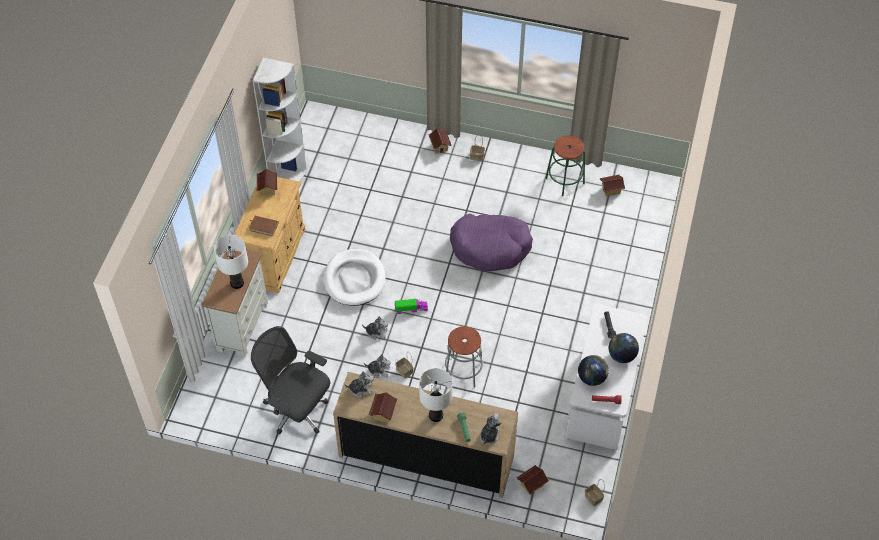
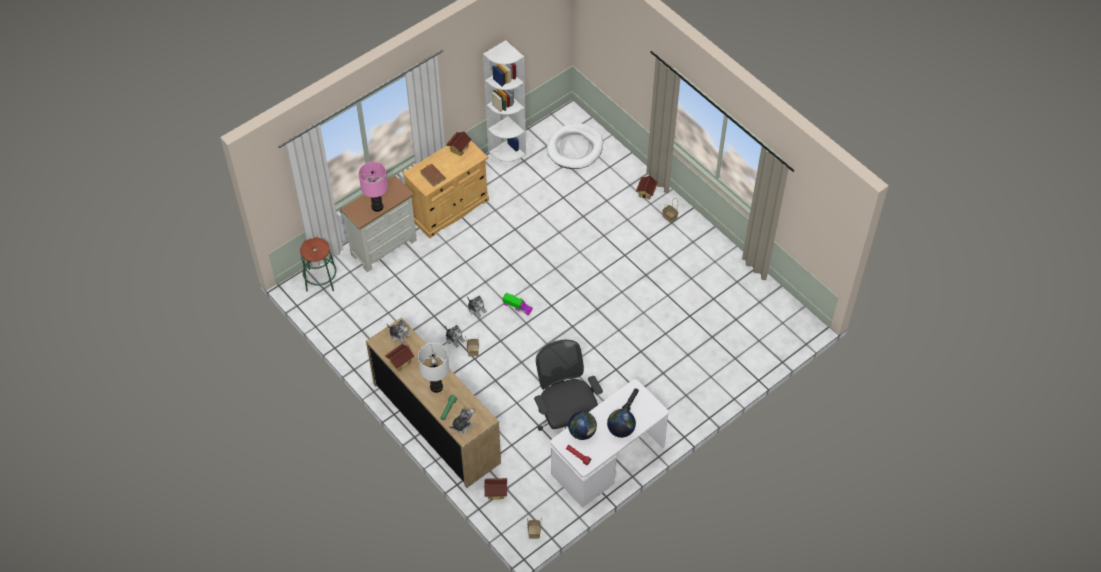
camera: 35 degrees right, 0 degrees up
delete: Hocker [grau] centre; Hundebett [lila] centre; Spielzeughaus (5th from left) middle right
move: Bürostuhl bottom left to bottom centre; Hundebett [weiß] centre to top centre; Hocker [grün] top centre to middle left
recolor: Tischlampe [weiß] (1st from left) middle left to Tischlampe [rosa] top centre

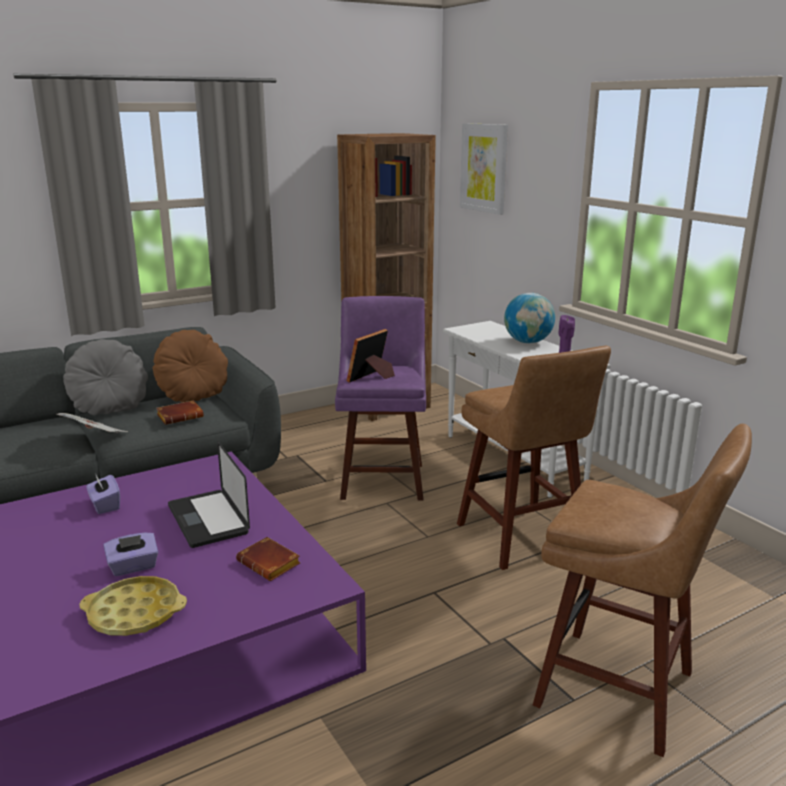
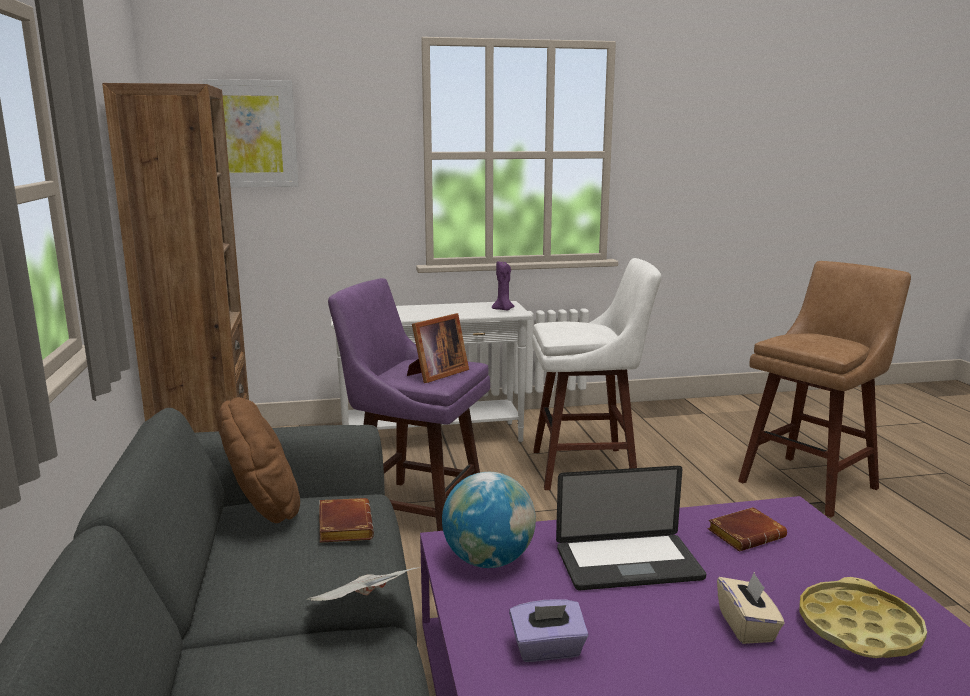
camera: 70 degrees left, 5 degrees down
delete: Kissen [grau] middle left
move: Globus middle right to bottom centre
recolor: Taschentuchbox [lila] (2nd from left) bottom left to Taschentuchbox [beige] bottom right; Hocker [braun] (1st from left) middle right to Hocker [weiß] centre
rotate: Bilderrahmen centre = centre 105 degrees counterclockwise

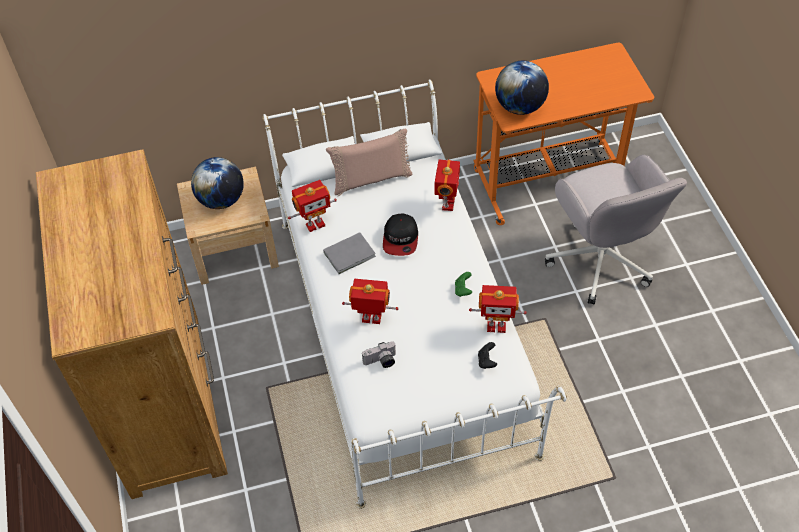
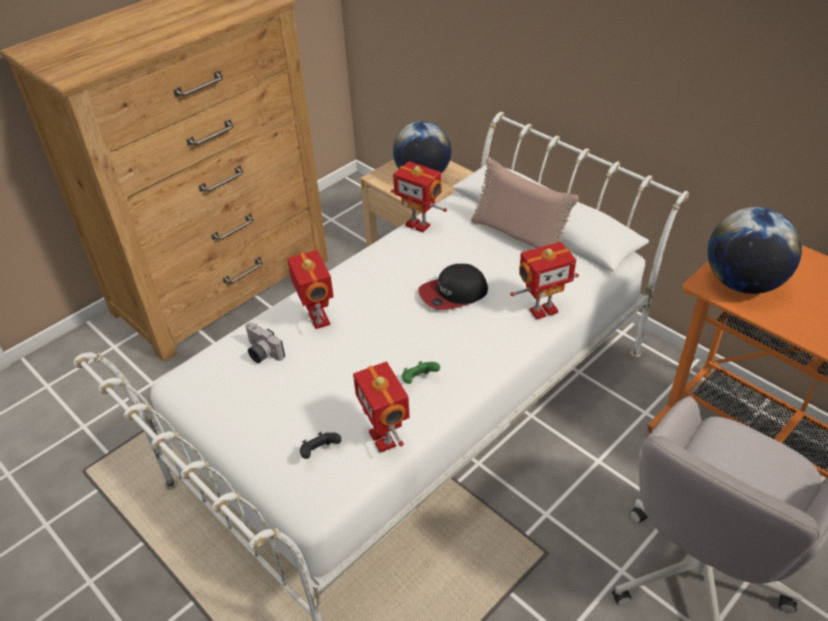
camera: 60 degrees right, 10 degrees down
delete: Buch [grau] centre

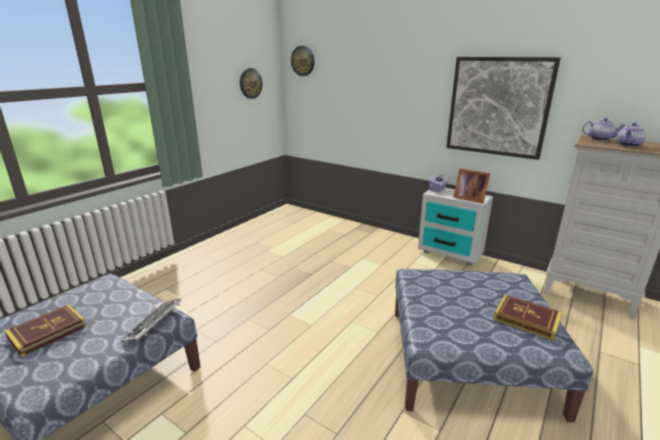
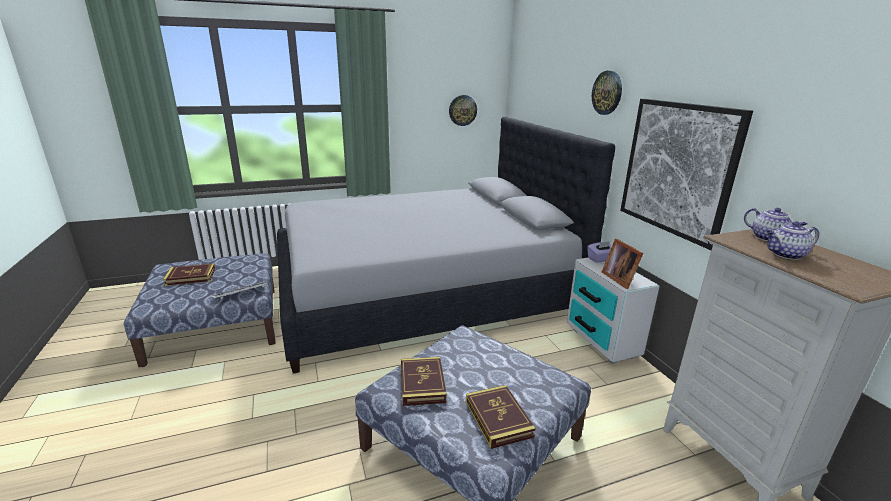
camera: 35 degrees right, 0 degrees up
insert: Bett [grau] centre; Buch (2nd from left) bottom centre
move: Wanduhr (2nd from left) top centre to top right

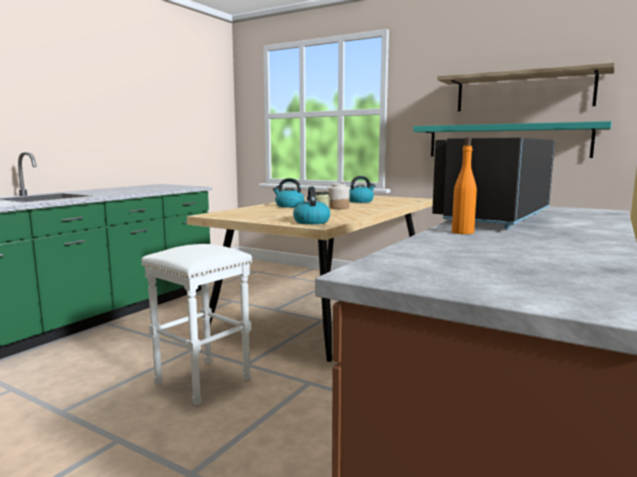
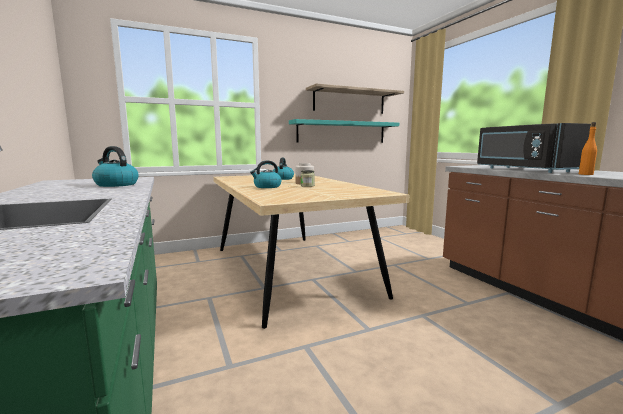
camera: 55 degrees left, 0 degrees up
delete: Hocker [weiß] bottom left
move: Wasserkessel (2nd from left in the first image) centre to Wasserkessel (1st from left) middle left

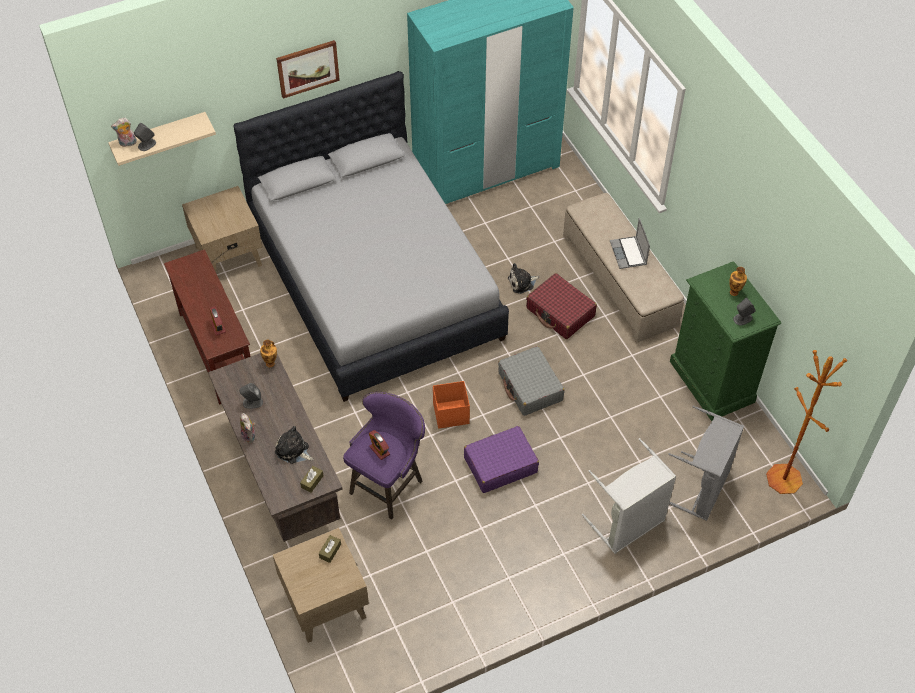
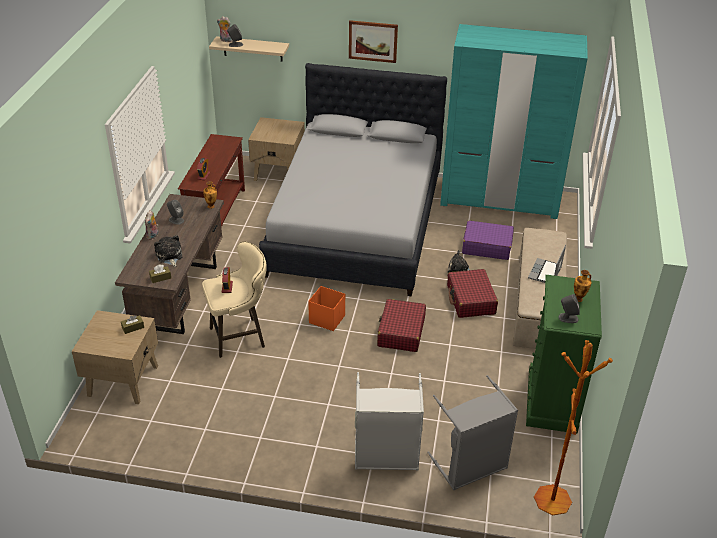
camera: 35 degrees right, 15 degrees down
move: Koffer [lila] centre to middle right
recolor: Hocker [lila] centre to Hocker [beige] middle left; Koffer [grau] centre to Koffer [rot] (1st from left) centre

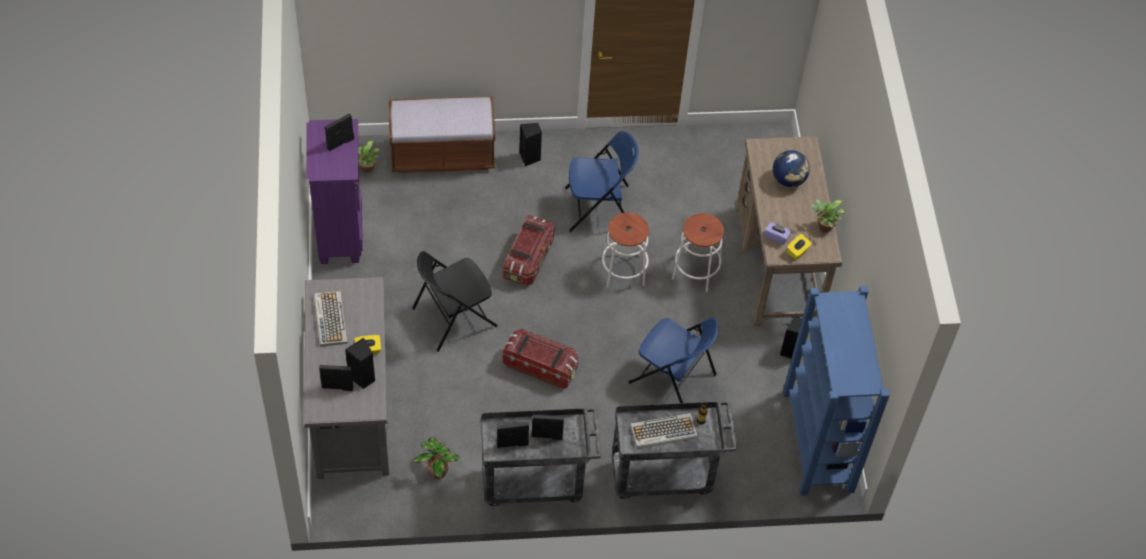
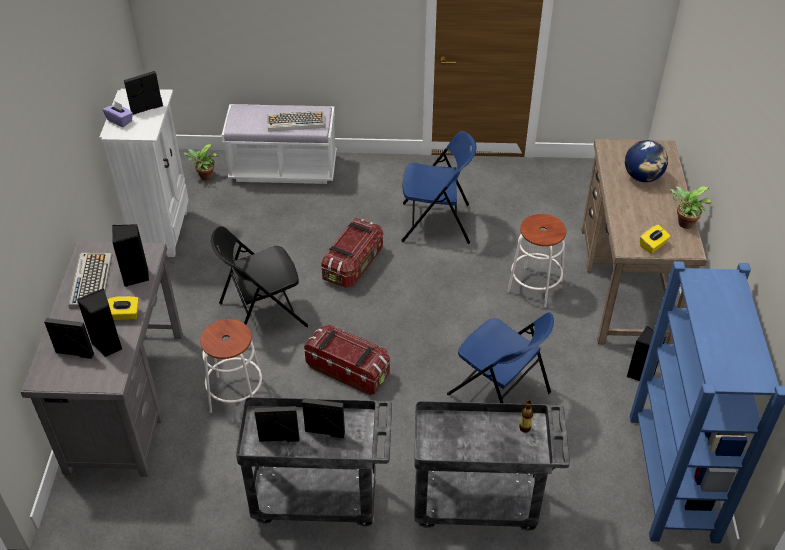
camera: 10 degrees right, 10 degrees down
delete: Topfpflanze (2nd from left) bottom centre
move: Lautsprecher [schwarz] (2nd from left) top centre to middle left; Hocker [weiß] (1st from left) centre to middle left; Tastatur (2nd from left) bottom centre to top centre; Taschentuchbox [lila] middle right to top left
recolor: Schrank [lila] middle left to Schrank [weiß] top left; Bank [braun] top centre to Bank [weiß] top centre

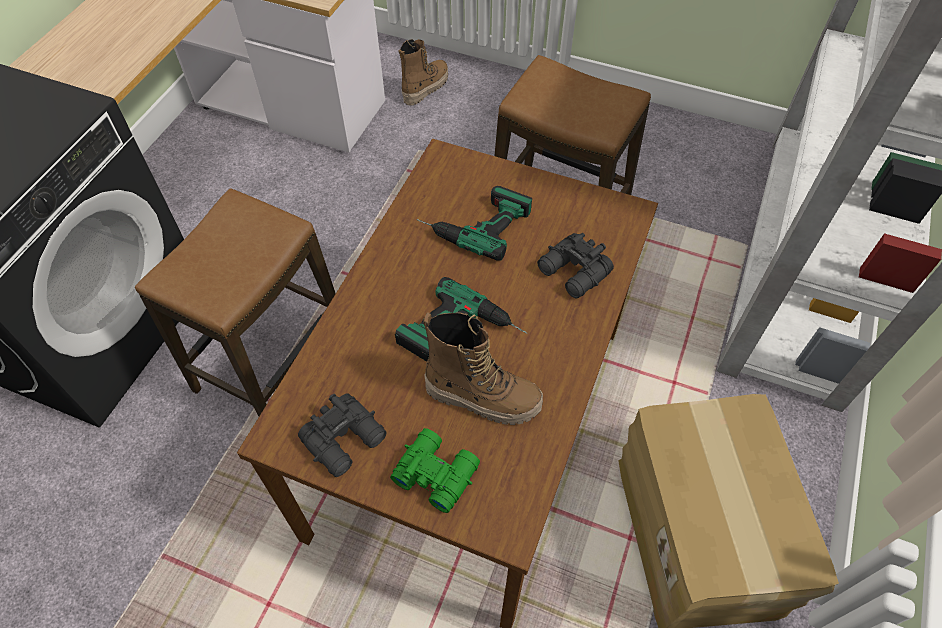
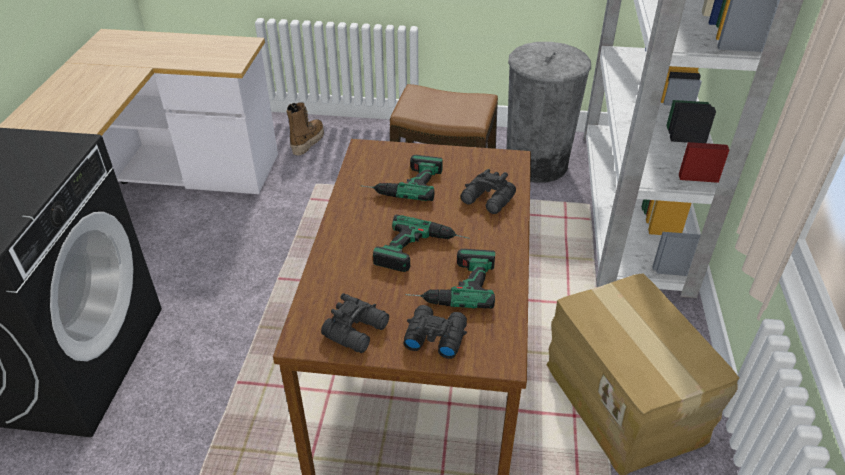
camera: 15 degrees left, 15 degrees down
delete: Hocker (1st from left) middle left
insert: Mülleimer [grau] top centre
replace: Stiefel (2nd from left) centre to Bohrmaschine (3rd from left) centre
recolor: Fernglas [grün] bottom centre to Fernglas [schwarz] (2nd from left) bottom centre

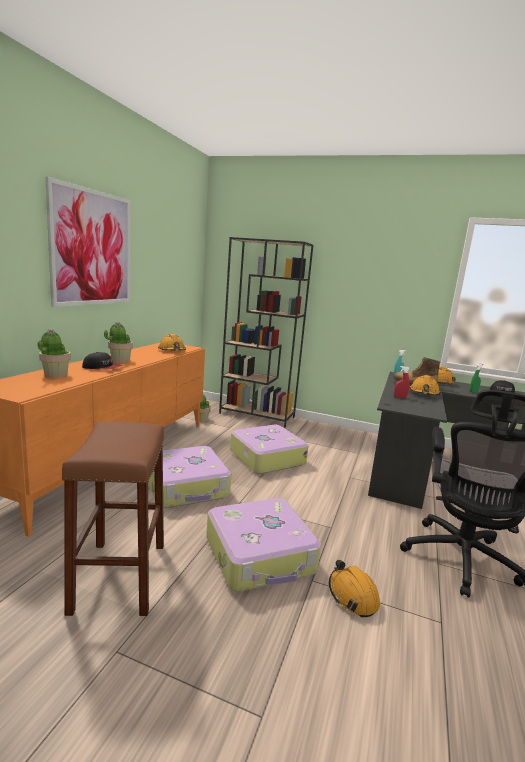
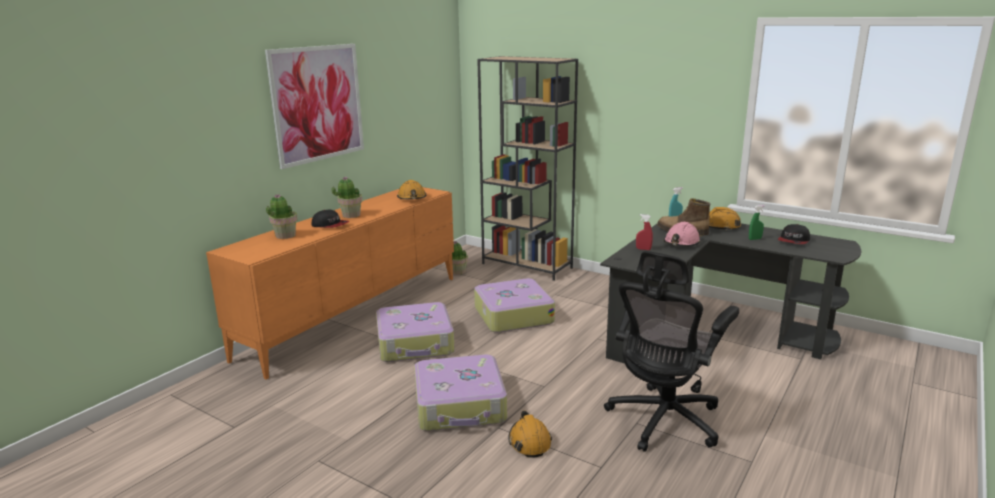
camera: 15 degrees right, 5 degrees up
delete: Hocker [braun] bottom left
recolor: Schutzhelm [orange] (3rd from left) middle right to Schutzhelm [rosa] middle right

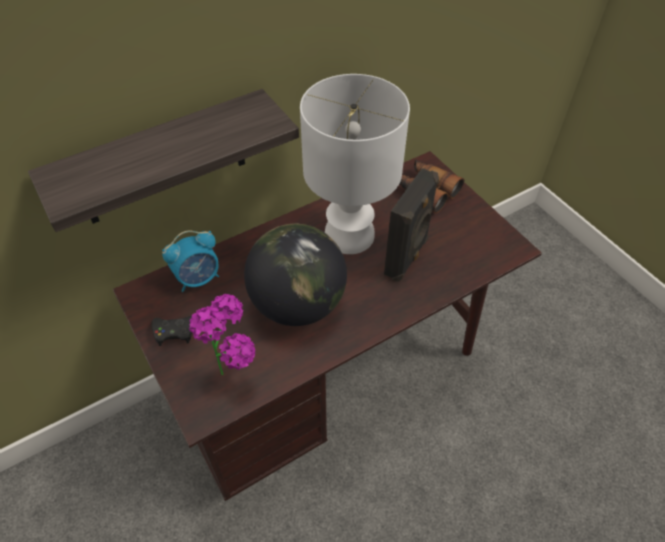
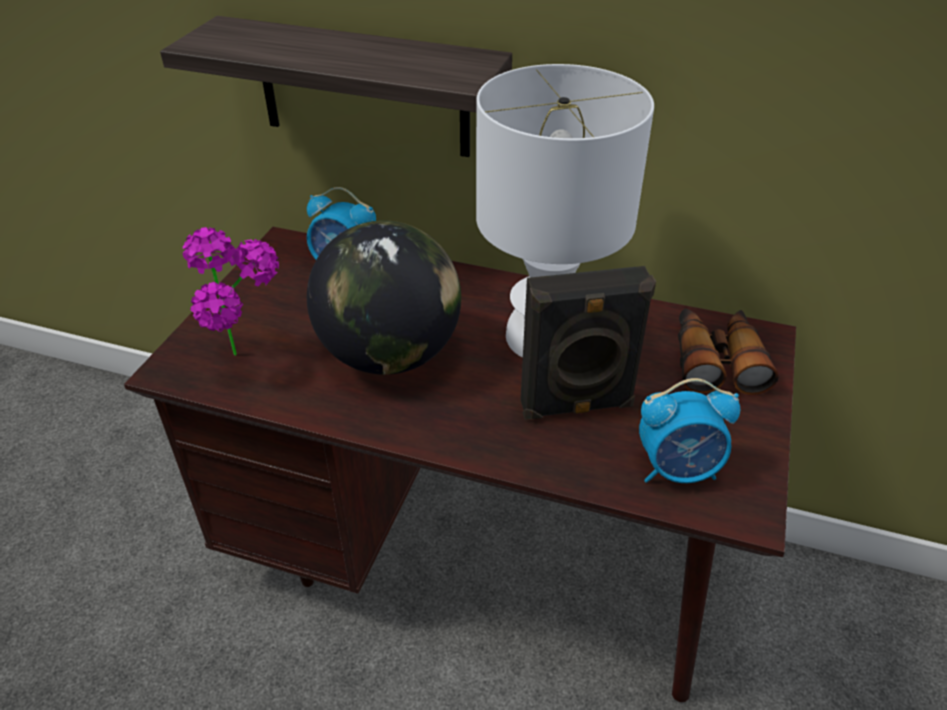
camera: 50 degrees right, 10 degrees down
delete: Gamepad [schwarz] middle left
insert: Wecker (2nd from left) middle right

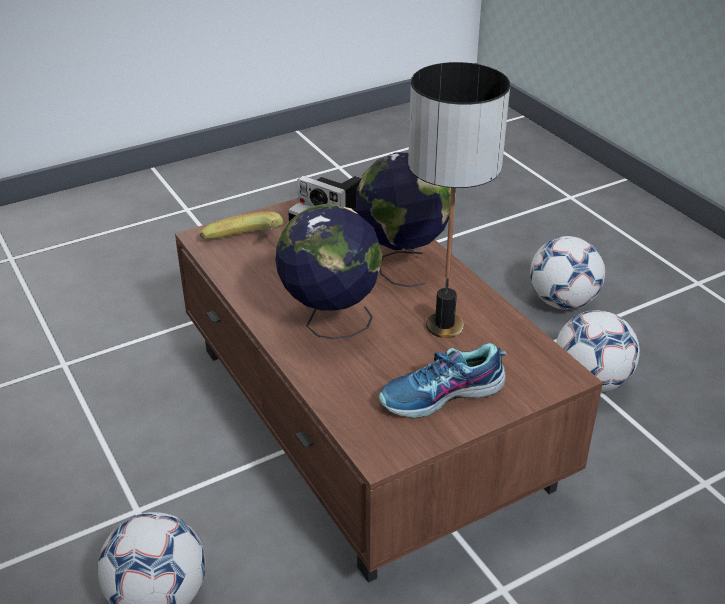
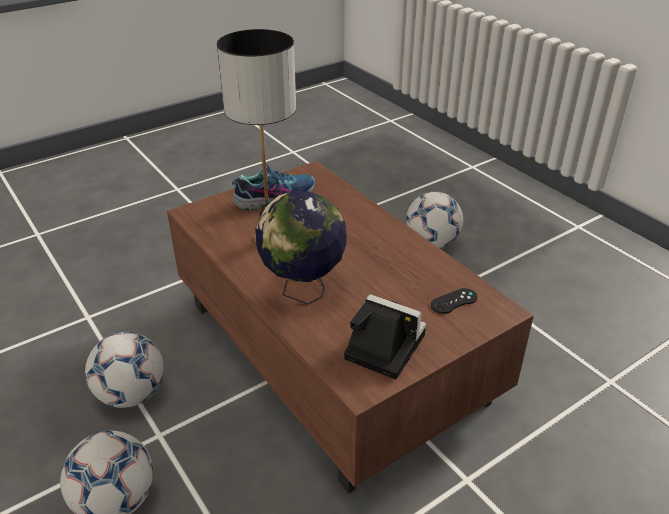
camera: 175 degrees right, 0 degrees up
delete: Globus (1st from left) centre
replace: Banane centre to Gamepad [schwarz] middle right

